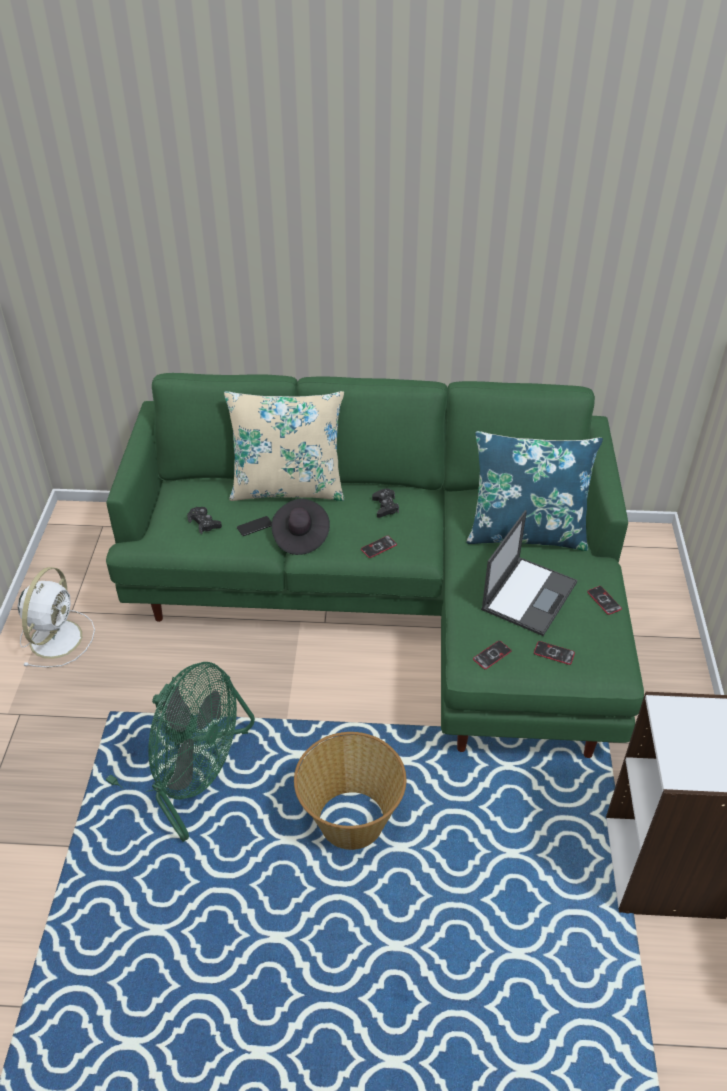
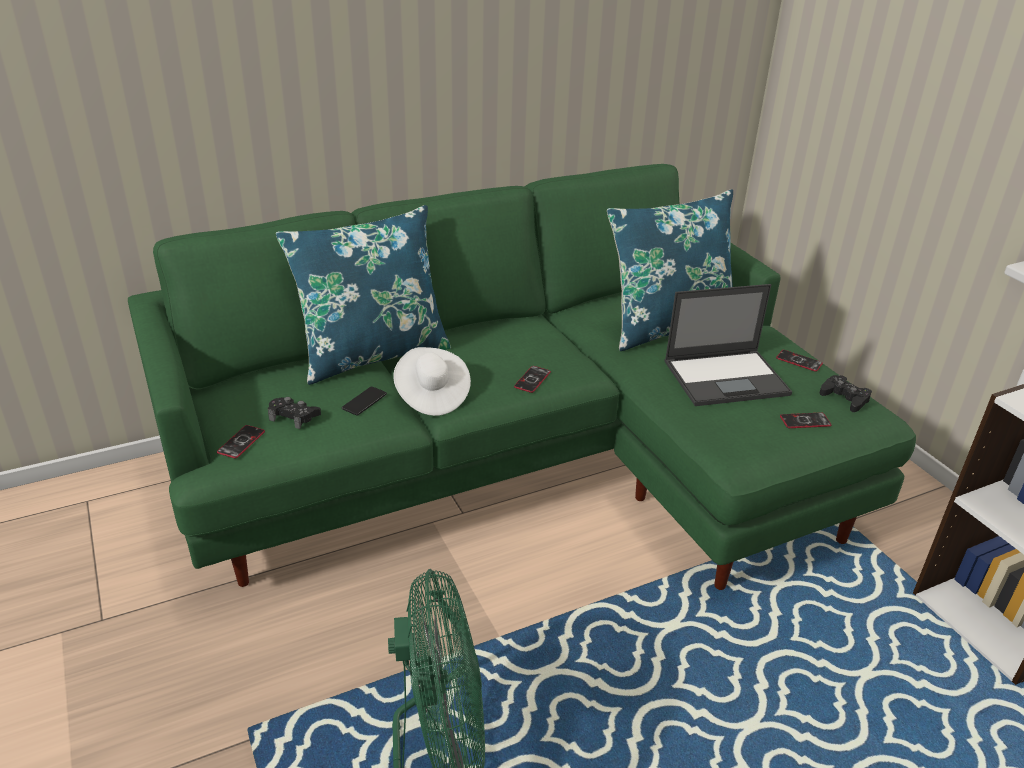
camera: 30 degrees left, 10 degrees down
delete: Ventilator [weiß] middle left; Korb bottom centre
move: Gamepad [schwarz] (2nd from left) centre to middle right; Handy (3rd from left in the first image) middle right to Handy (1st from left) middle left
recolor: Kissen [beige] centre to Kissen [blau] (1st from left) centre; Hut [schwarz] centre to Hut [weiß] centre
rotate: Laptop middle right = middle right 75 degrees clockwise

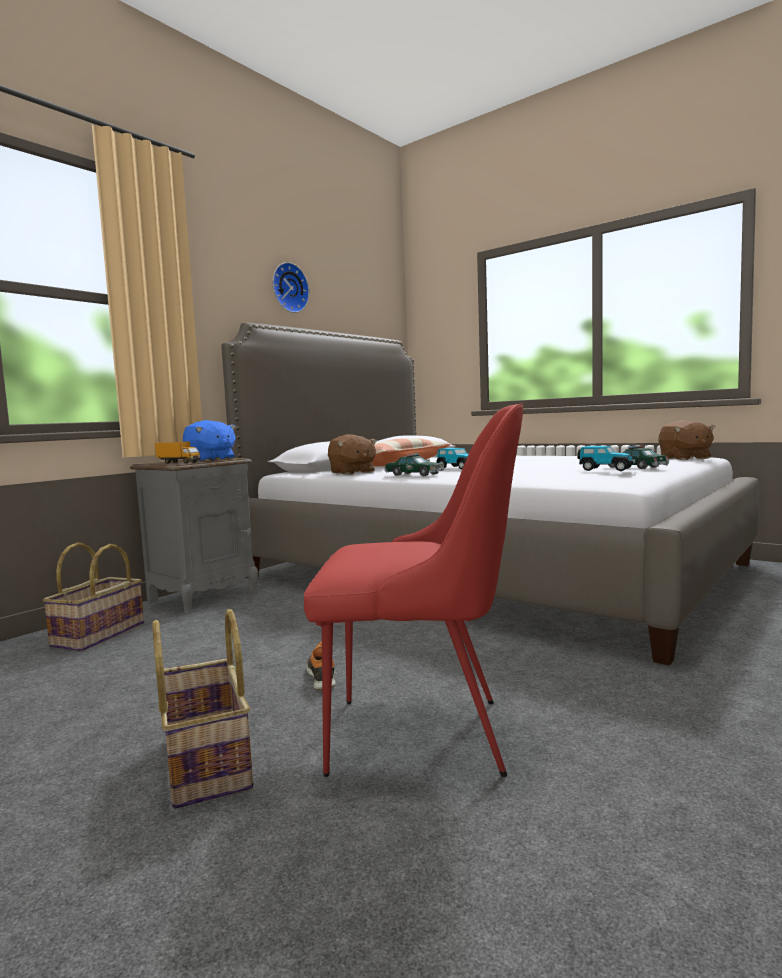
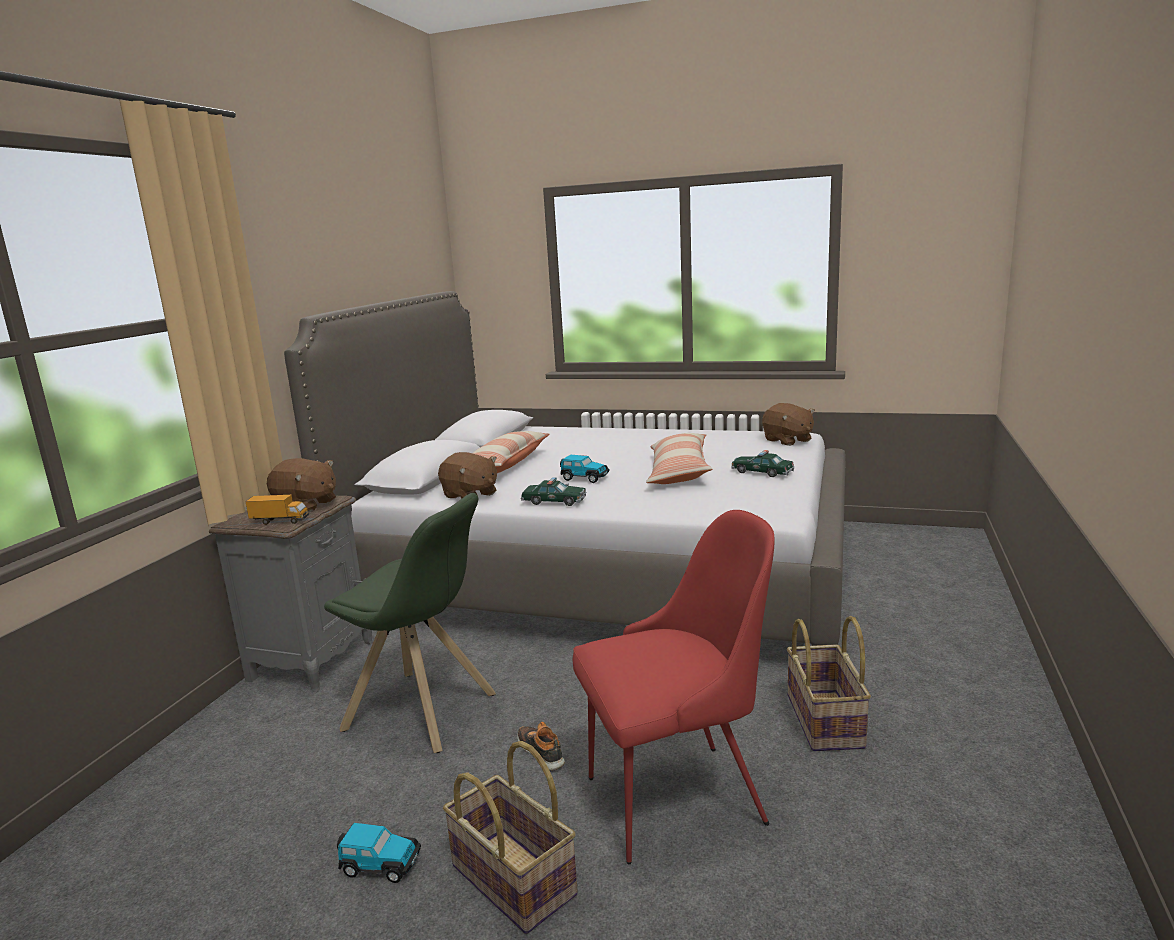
camera: 20 degrees left, 10 degrees up
delete: Wanduhr top centre
insert: Stuhl [grün] centre; Kissen (2nd from left) centre
move: Korb (1st from left in the first image) middle left to Korb (2nd from left) bottom right; Spielzeugauto (3rd from left in the first image) middle right to Spielzeugauto (1st from left) bottom left
recolor: Plüschtier [blau] middle left to Plüschtier [braun] (1st from left) middle left

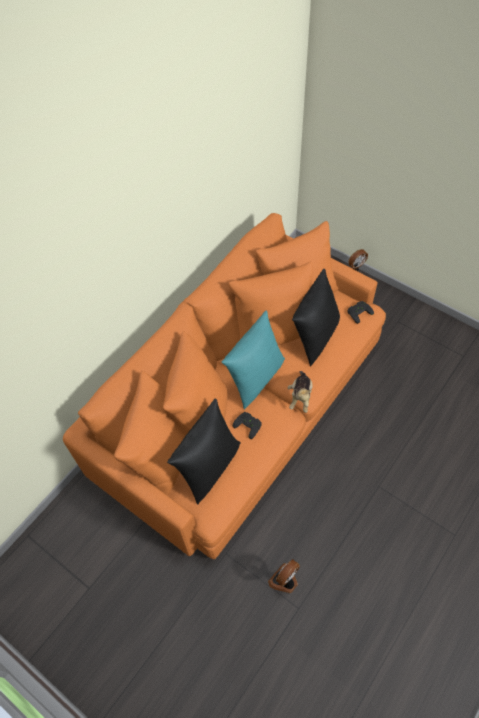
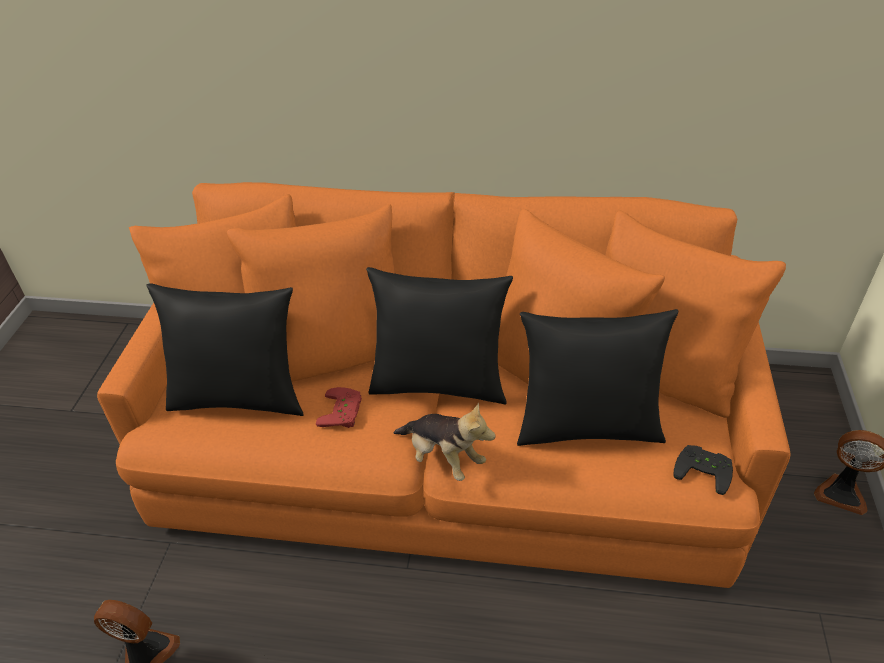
camera: 60 degrees right, 15 degrees down
recolor: Kissen [türkis] centre to Kissen [schwarz] (2nd from left) centre; Gamepad [schwarz] (1st from left) centre to Gamepad [rot] centre
rotate: Plüschtier centre = centre 120 degrees counterclockwise

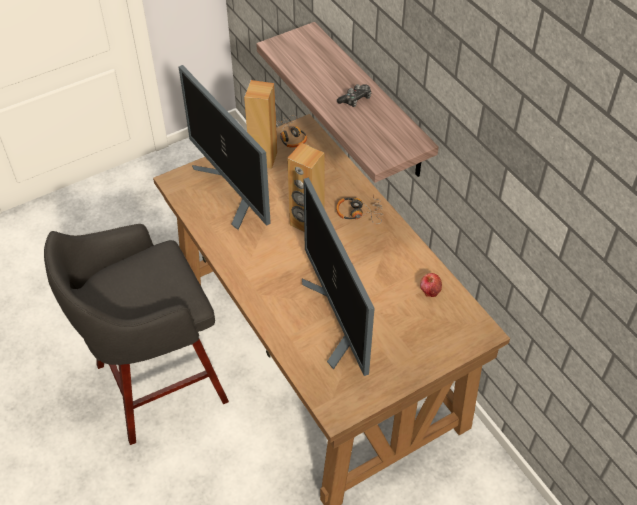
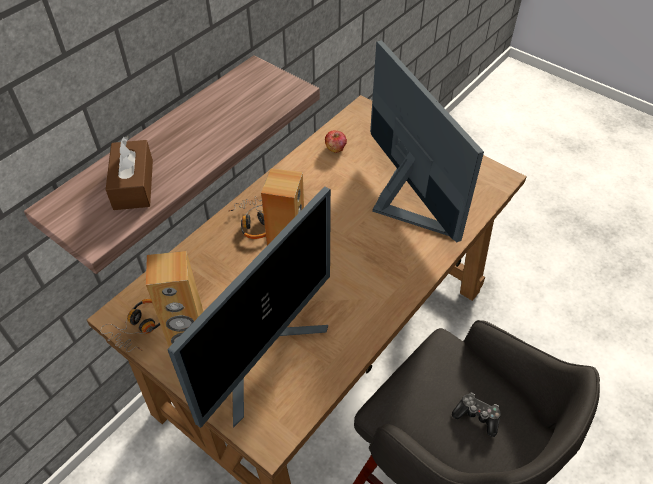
camera: 110 degrees left, 0 degrees up
insert: Taschentuchbox [braun] middle left
move: Gamepad top centre to bottom right
rotate: Monitor (2nd from left) centre = top centre 75 degrees counterclockwise

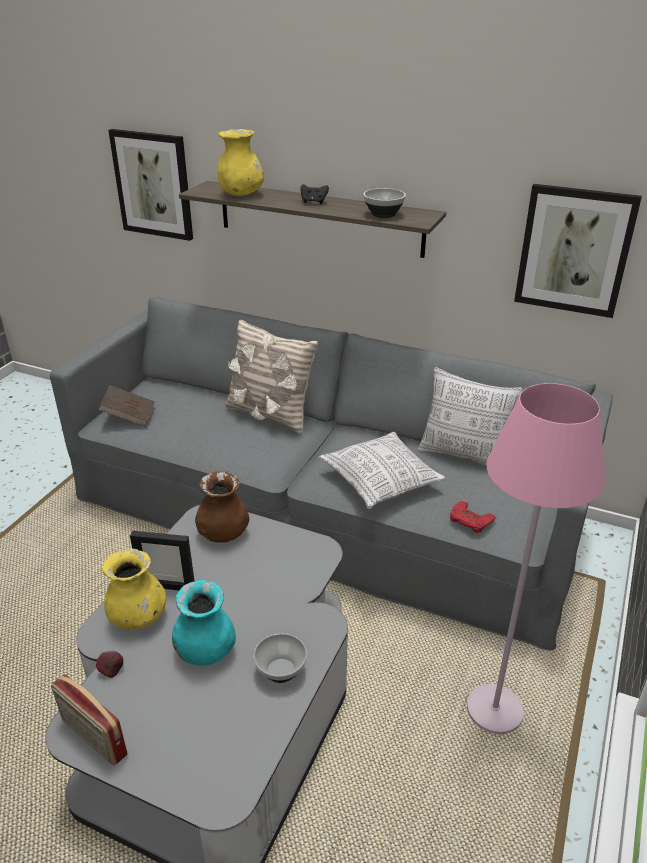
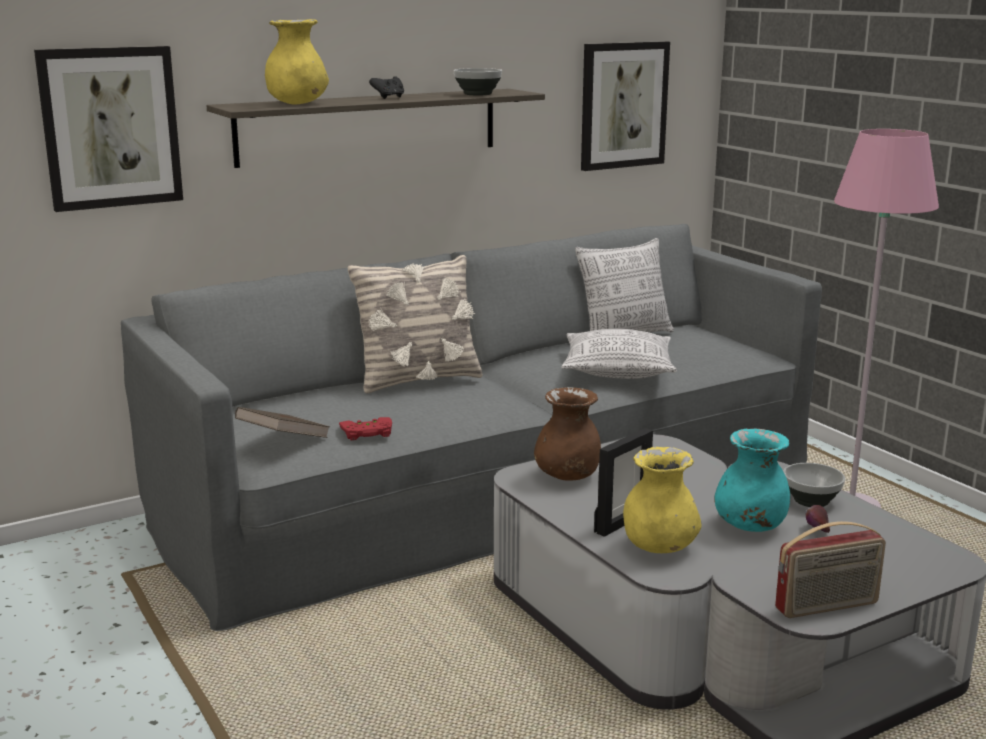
camera: 55 degrees left, 15 degrees down
move: Apfel bottom left to bottom right; Gamepad [rot] middle right to centre

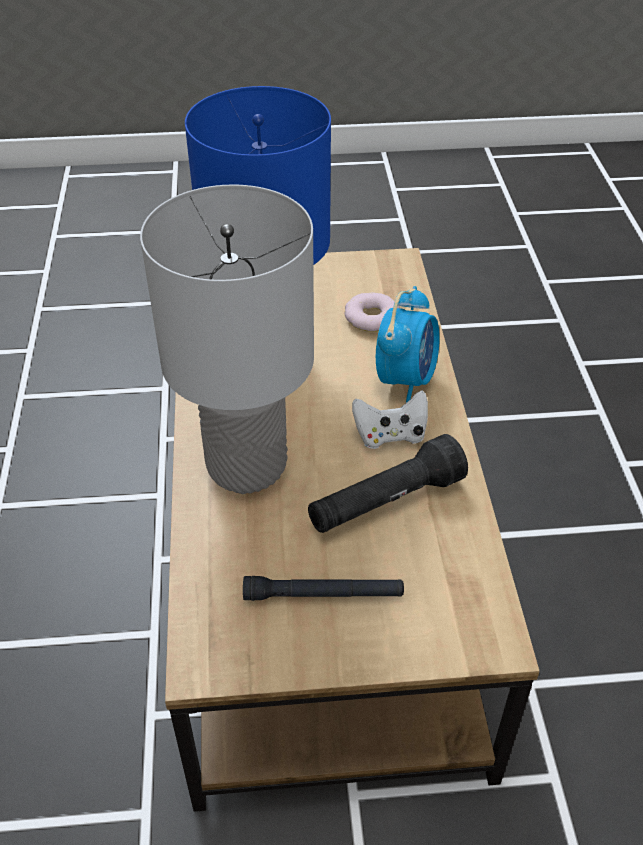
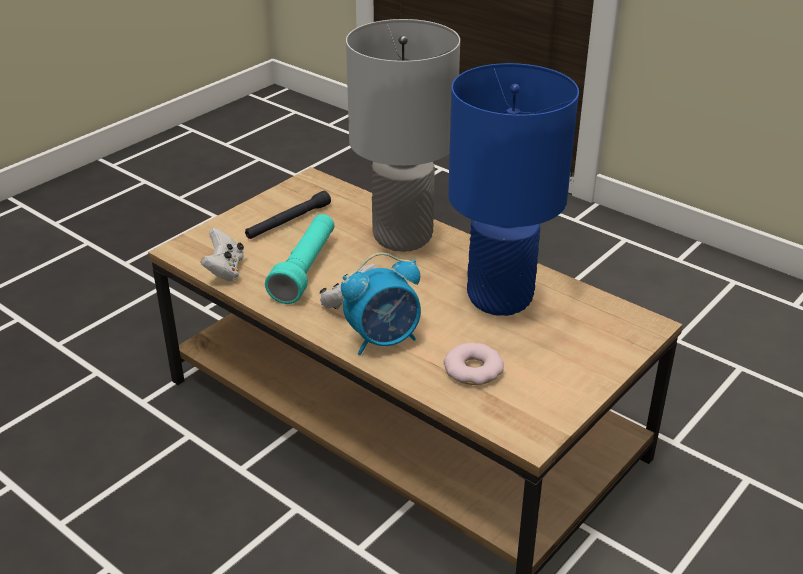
camera: 135 degrees right, 10 degrees down
insert: Gamepad [weiß] (1st from left) middle left
recolor: Taschenlampe [schwarz] (2nd from left) centre to Taschenlampe [türkis] centre
rotate: Wecker centre = centre 90 degrees counterclockwise

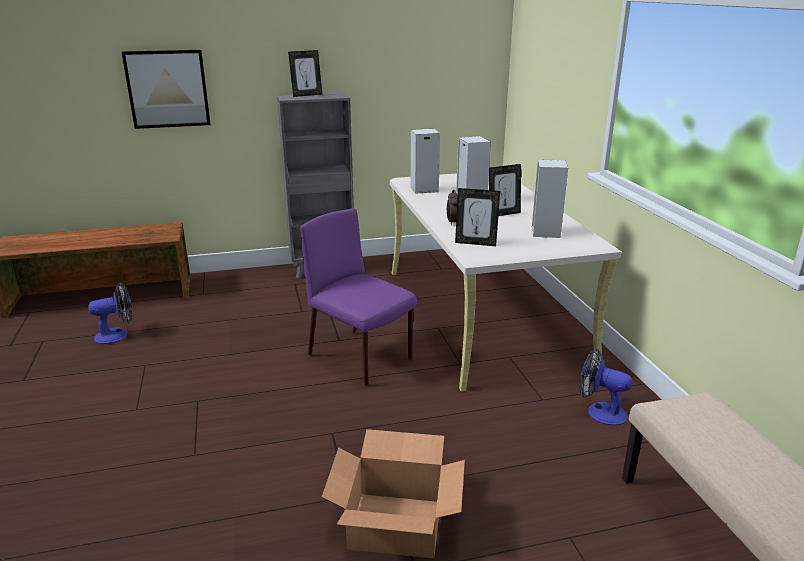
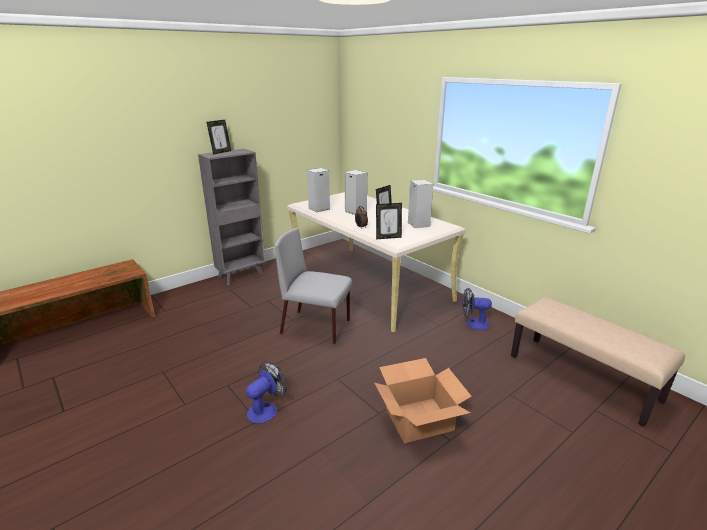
camera: 25 degrees left, 0 degrees up
delete: Bild top left
move: Ventilator (1st from left) middle left to bottom centre
recolor: Stuhl [lila] centre to Stuhl [grau] centre

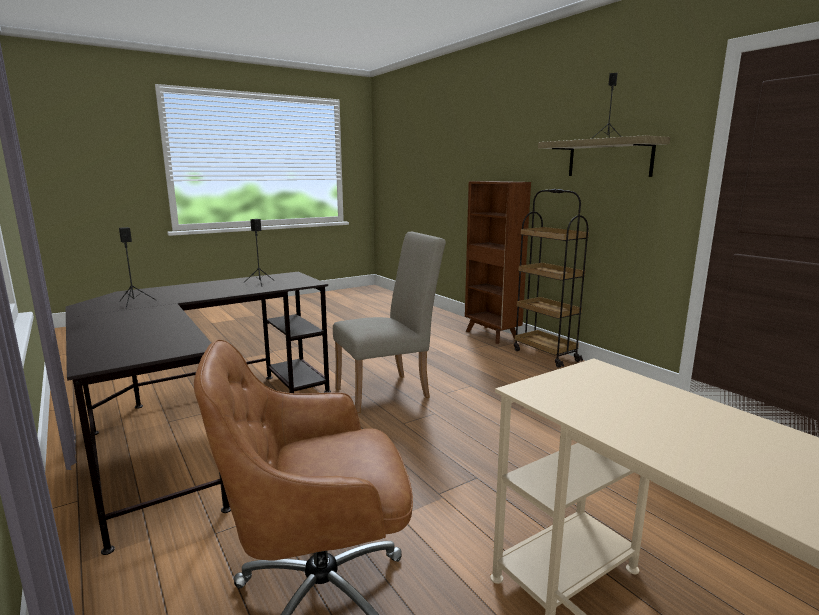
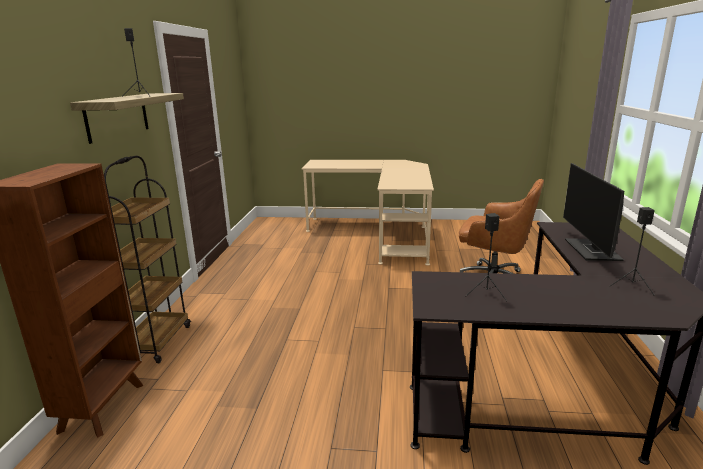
camera: 140 degrees left, 5 degrees up
delete: Stuhl [beige] centre
insert: Monitor middle right

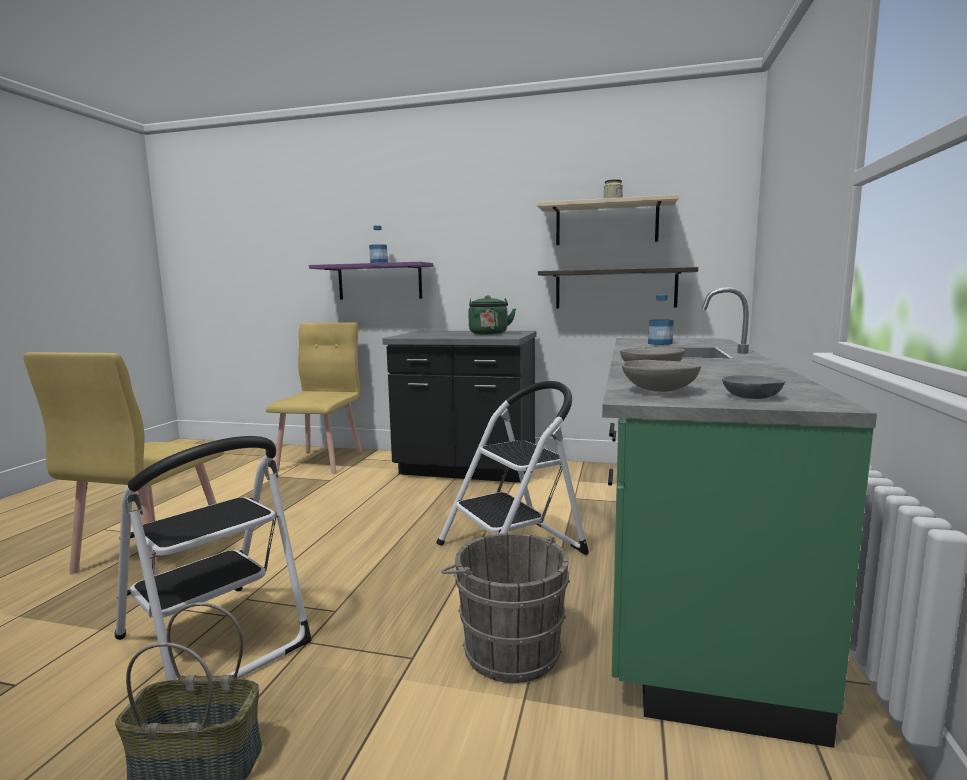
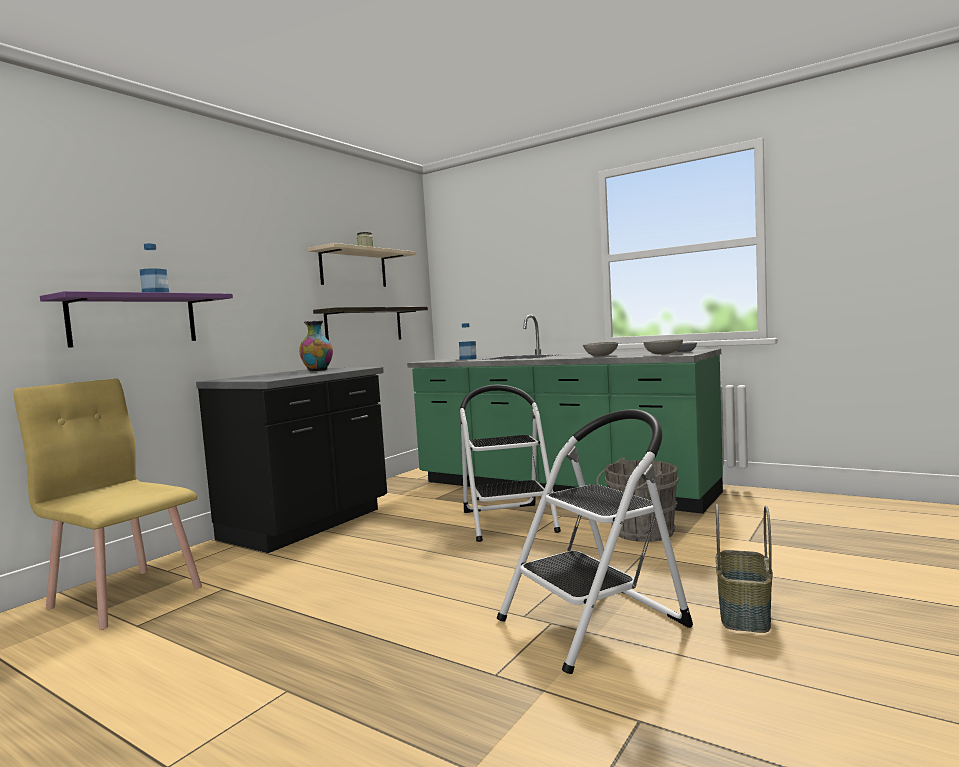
camera: 70 degrees left, 5 degrees down
delete: Stuhl [gelb] (1st from left) middle left
replace: Wasserkessel [grün] centre to Vase middle left

